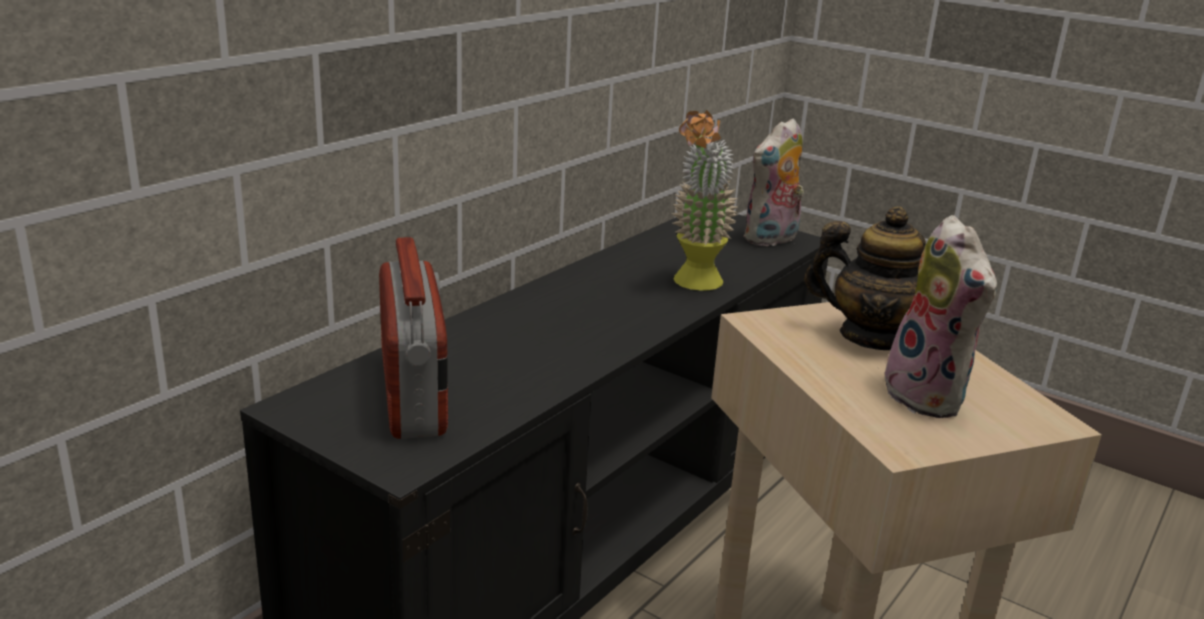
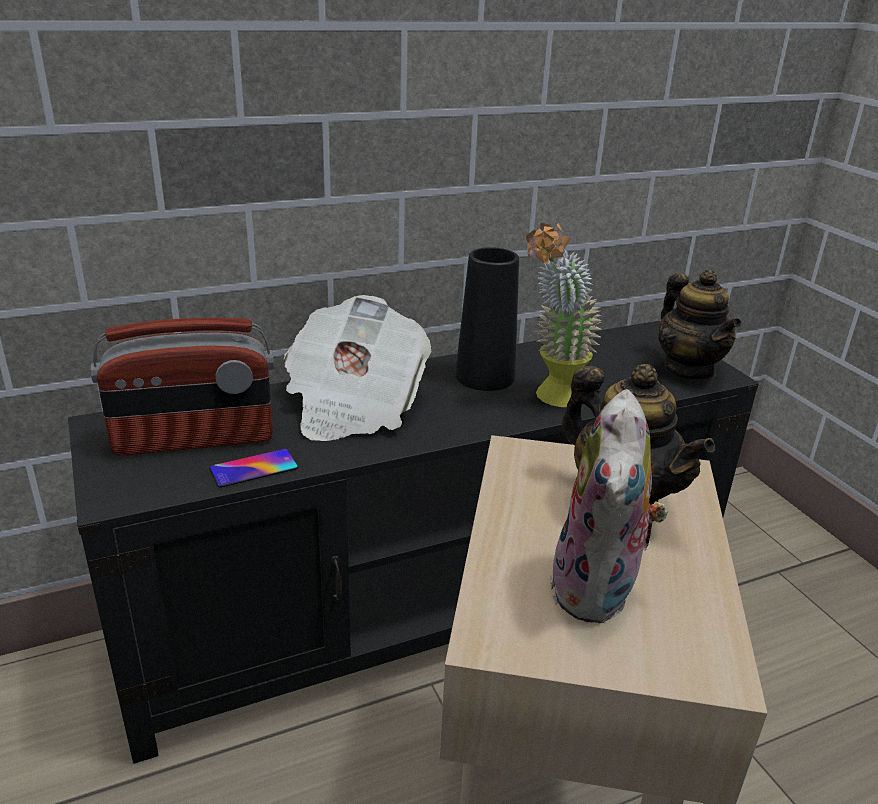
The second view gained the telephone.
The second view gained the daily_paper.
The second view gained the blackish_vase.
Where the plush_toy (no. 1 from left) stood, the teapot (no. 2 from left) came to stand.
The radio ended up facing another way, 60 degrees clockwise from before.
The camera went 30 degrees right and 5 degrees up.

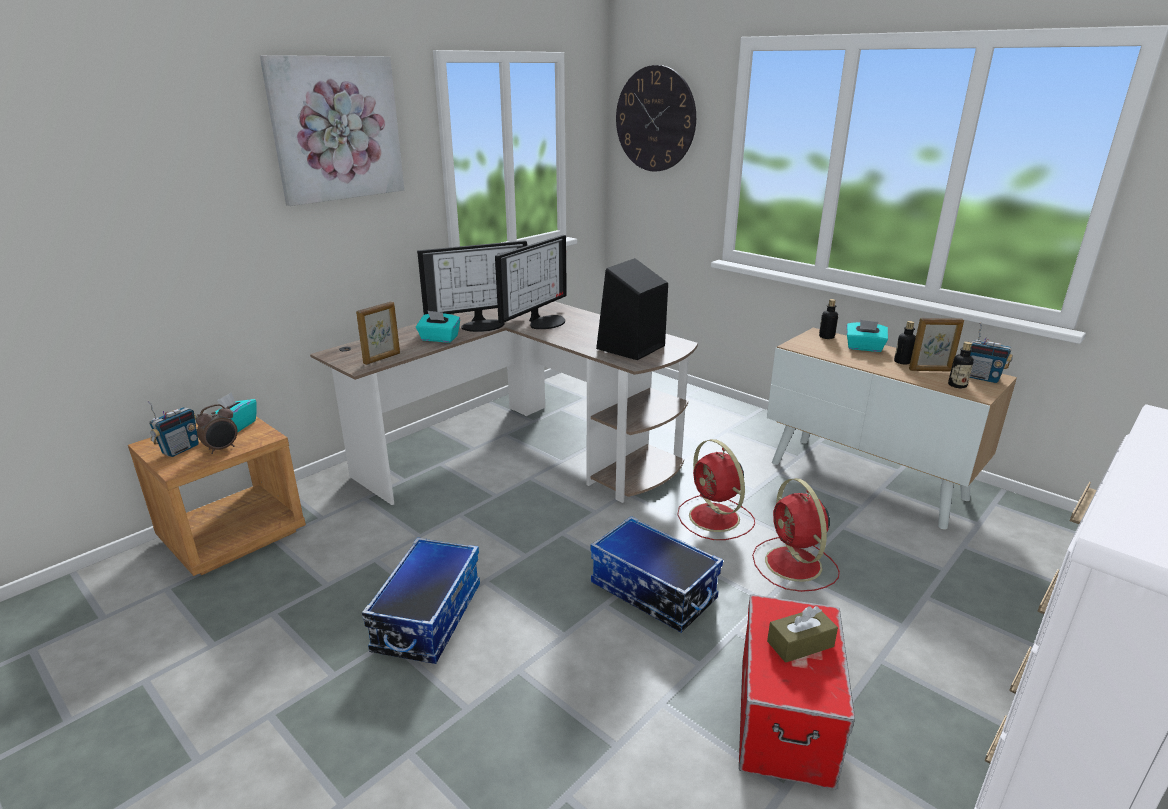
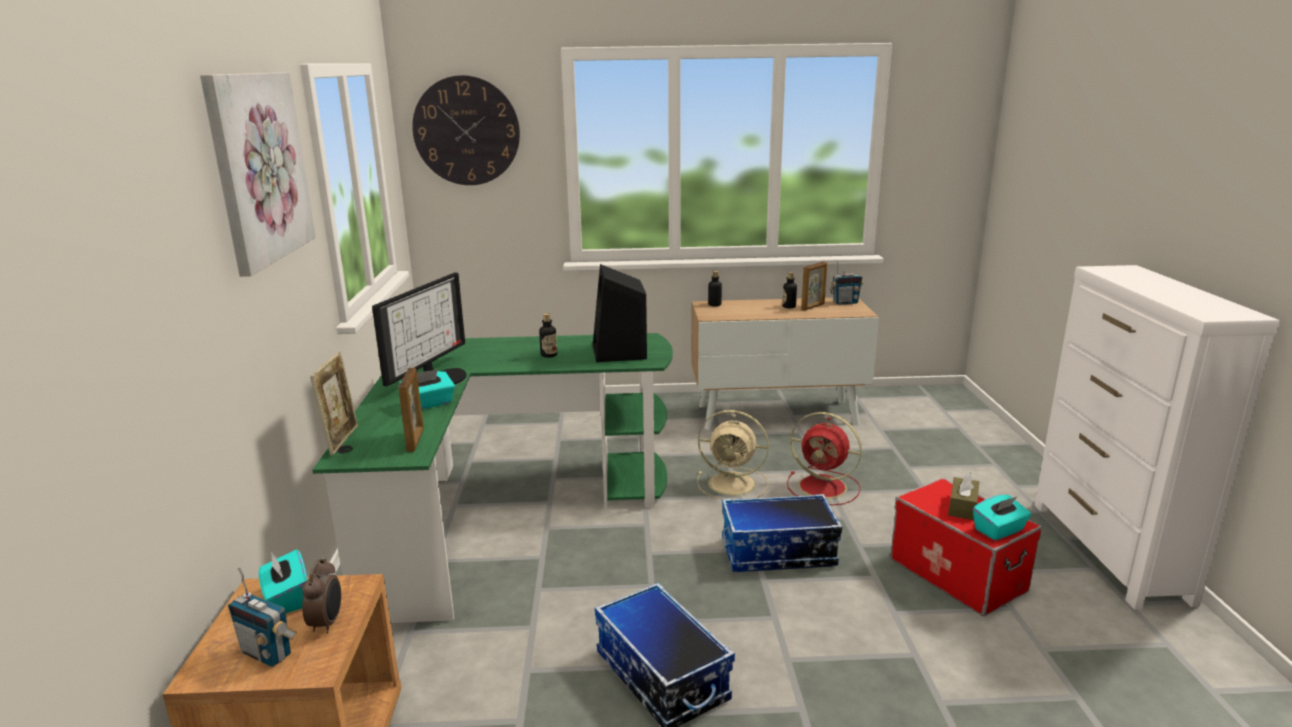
The second view lost the computer_display (no. 2 from left).
The second view gained the picture_frame (no. 1 from left).
The turquoise-coloured_tissue_holder (no. 3 from left) ended up elsewhere.
The bottle (no. 3 from left in the first image) ended up elsewhere.
What was the brown_desk turned into the greenish_desk.
What was the reddish_cooling_fan (no. 1 from left) turned into the beige-coloured_cooling_fan.
The radio (no. 1 from left) ended up facing another way, 135 degrees clockwise from before.
The camera went 45 degrees left and 5 degrees down.

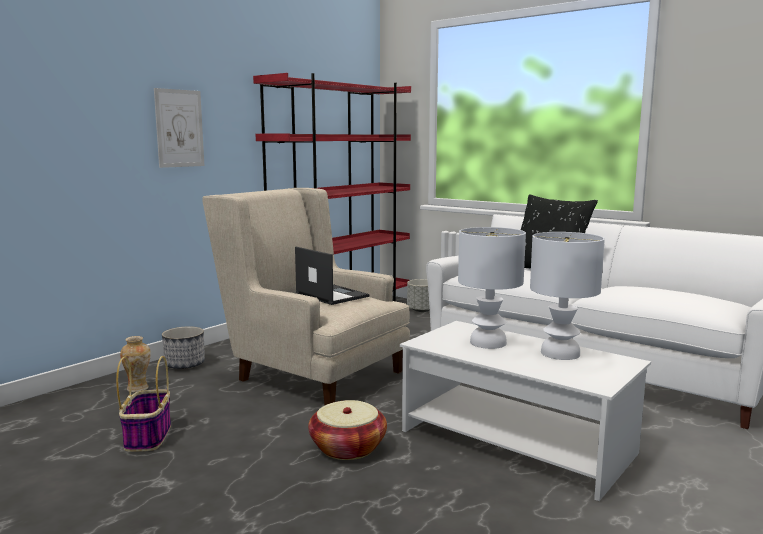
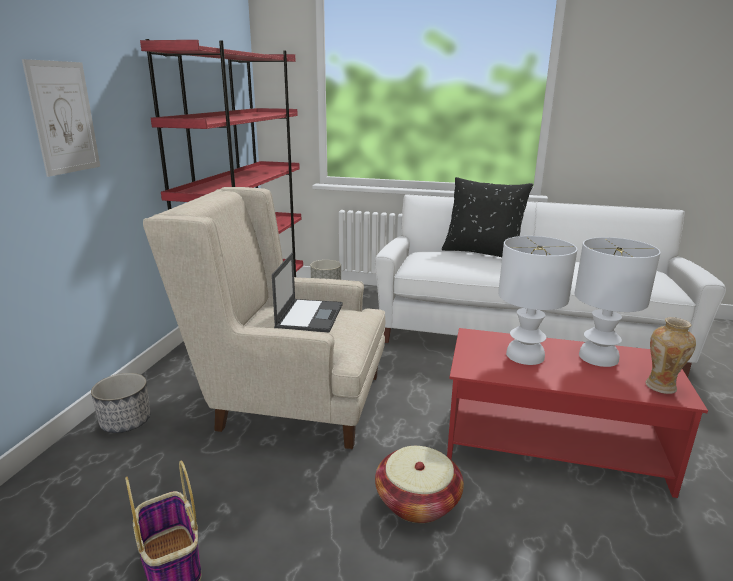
The vase ended up elsewhere.
What was the whitish_coffee_table turned into the reddish_coffee_table.
The portable_computer ended up facing another way, 75 degrees clockwise from before.
The camera went 25 degrees left and 10 degrees up.

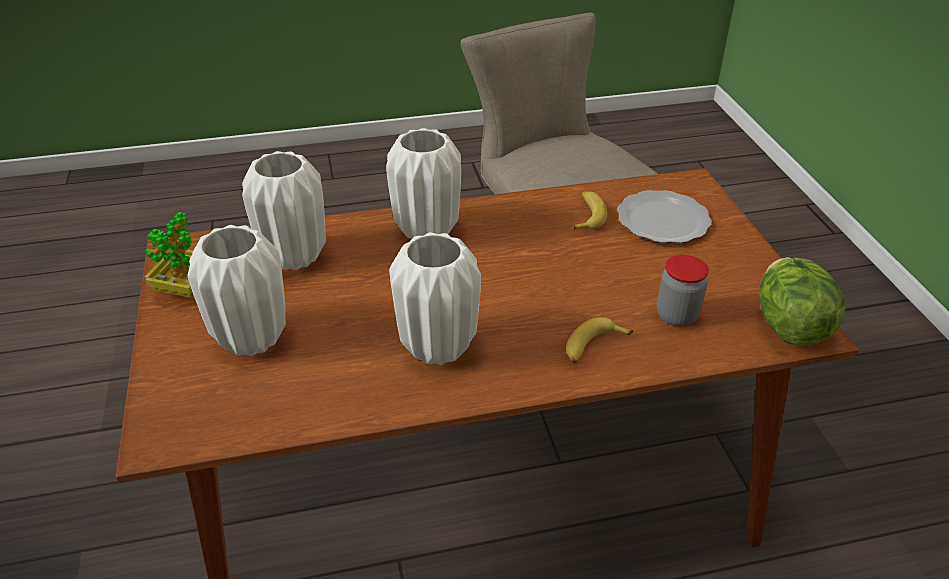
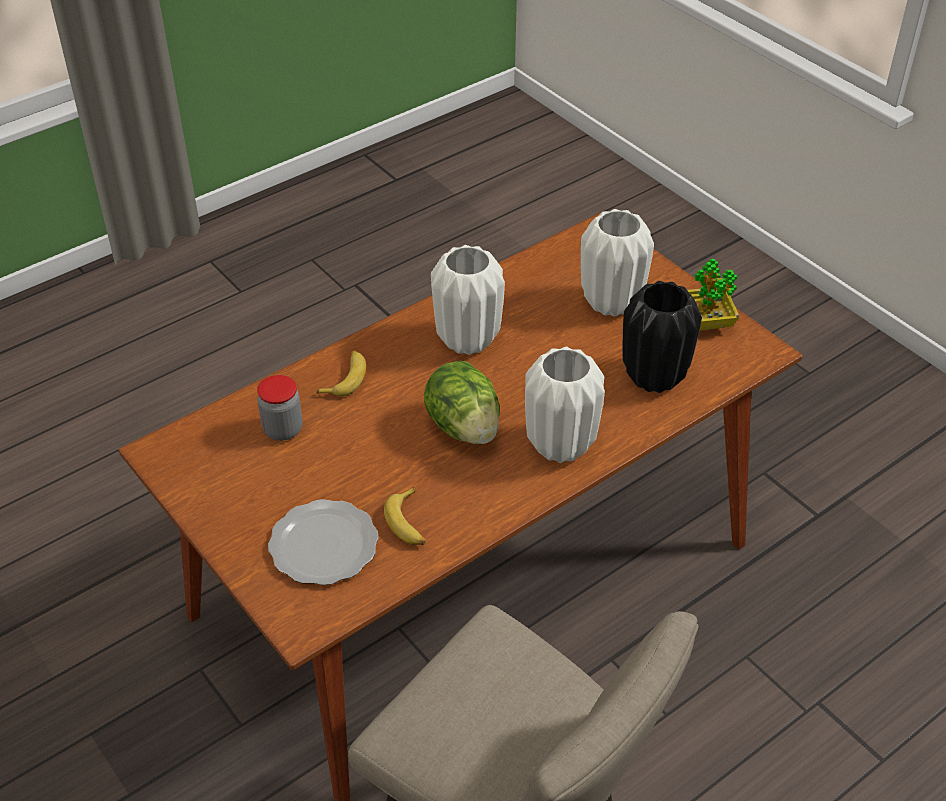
The lettuce ended up elsewhere.
What was the whitish_vase (no. 2 from left) turned into the blackish_vase.
The camera went 155 degrees right and 5 degrees up.

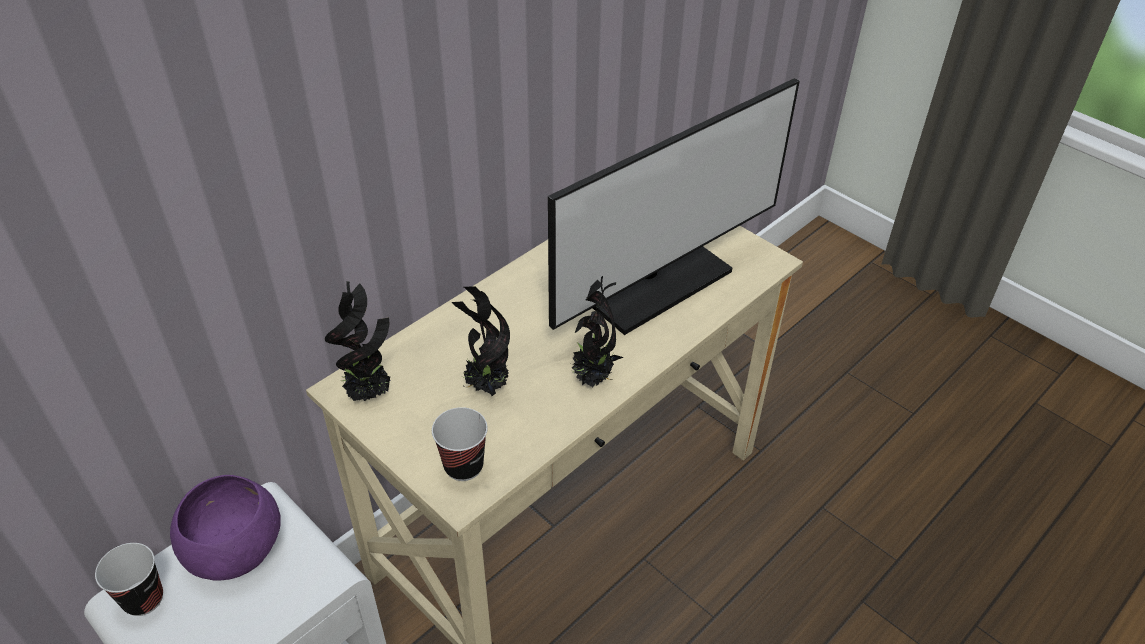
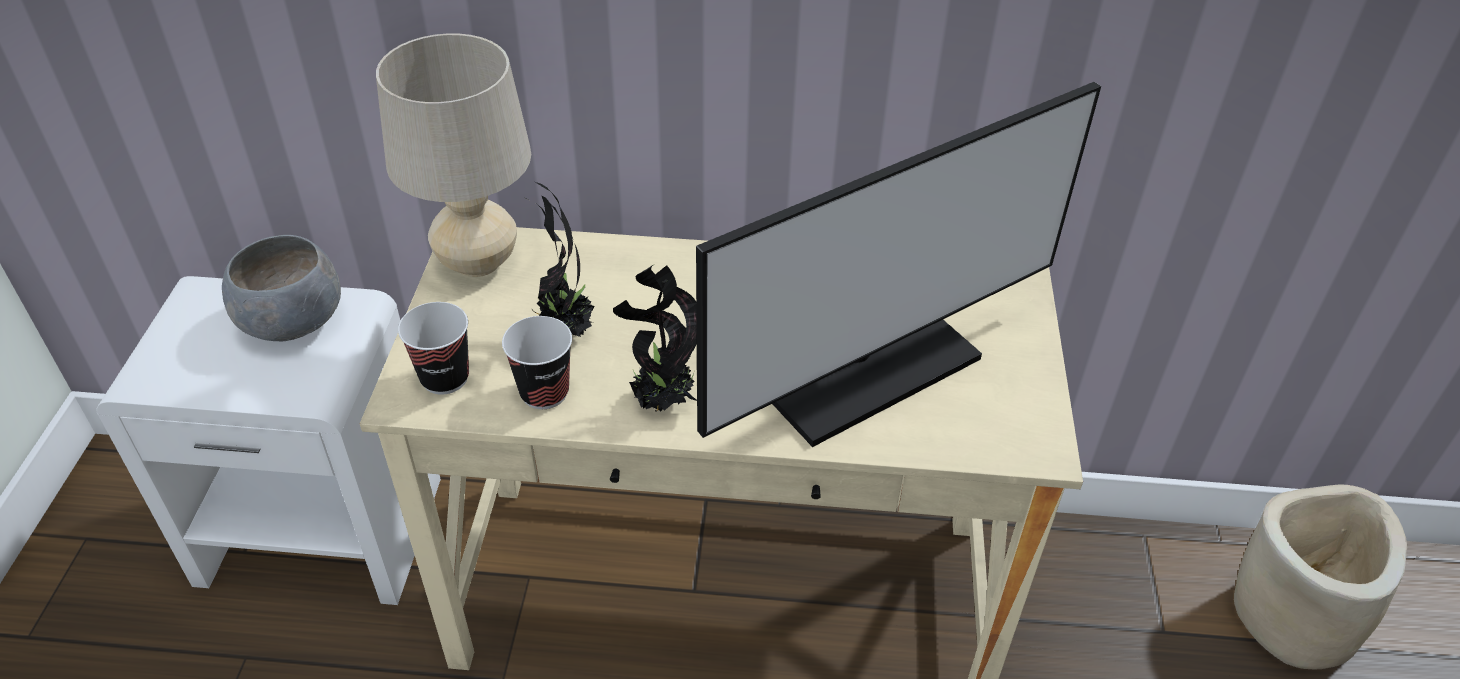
The second view gained the beige-coloured_flower_pot.
The small_cup (no. 1 from left in the first image) ended up elsewhere.
Where the potted_plant (no. 1 from left) stood, the beige-coloured_tabletop_lamp came to stand.
What was the purplish_deep_dish turned into the grey_deep_dish.
The computer_display ended up facing another way, 45 degrees counterclockwise from before.
The camera went 50 degrees right and 0 degrees up.

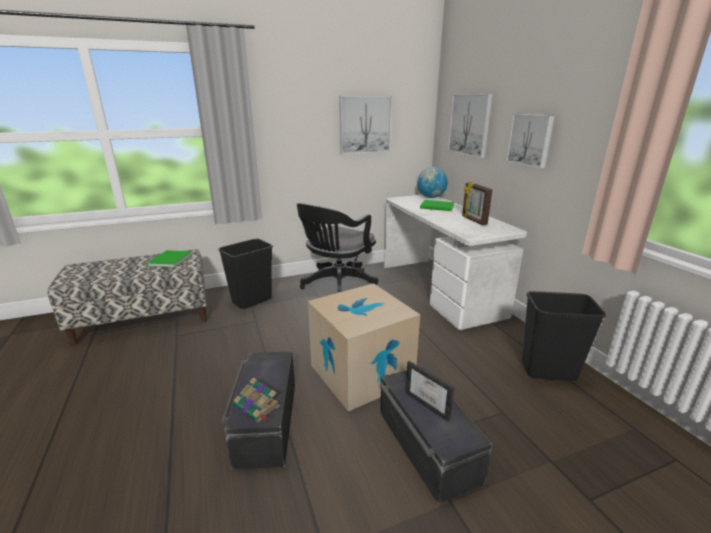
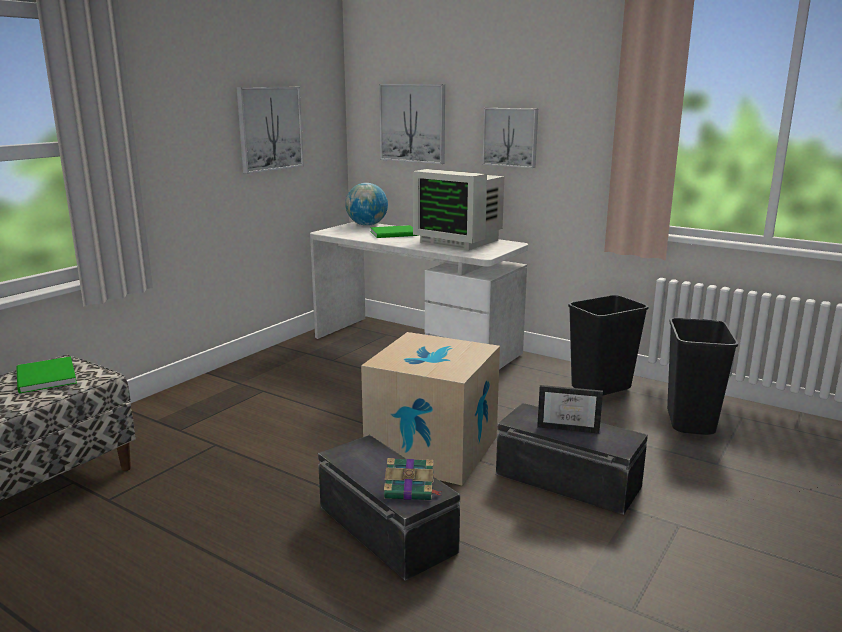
The second view lost the blackish_office_chair.
The blackish_trash_can (no. 1 from left in the first image) ended up elsewhere.
Where the picture_frame (no. 2 from left) stood, the computer_display came to stand.
The camera went 35 degrees left and 5 degrees down.

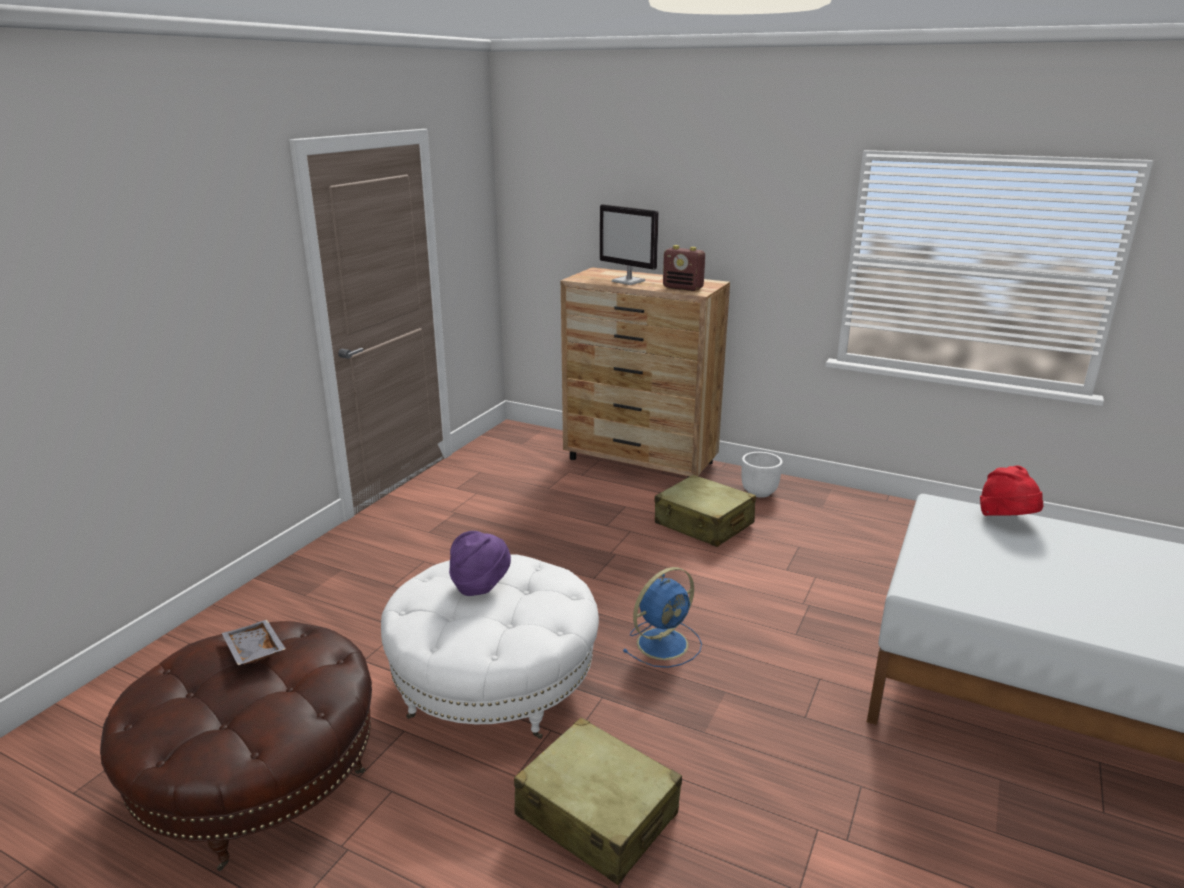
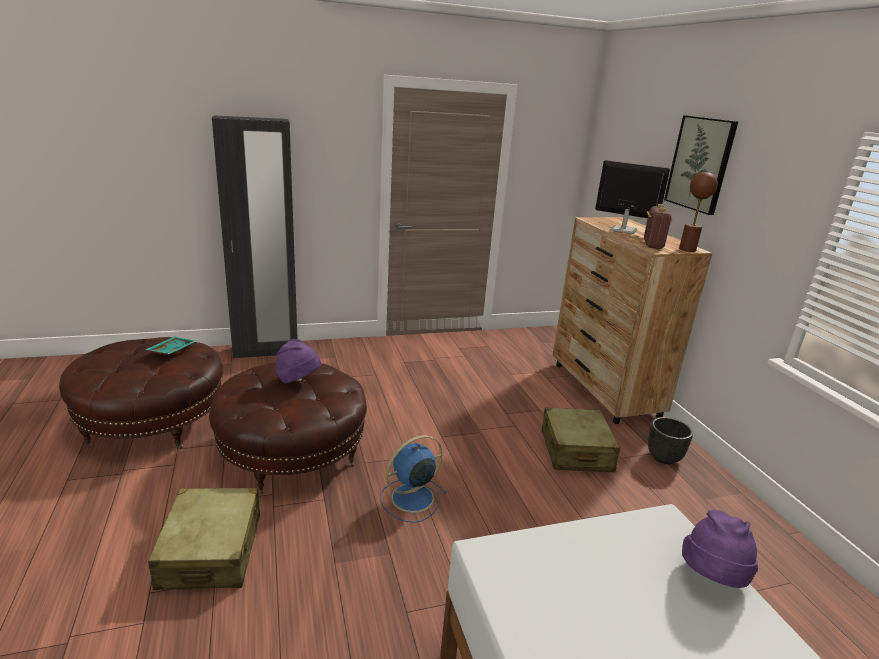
The second view gained the blackish_clothes_cupboard.
The second view gained the picture.
The second view gained the brown_tabletop_lamp.
What was the grey_tray turned into the turquoise-coloured_tray.
What was the whitish_footrest turned into the brown_footrest (no. 2 from left).
What was the whitish_flower_pot turned into the blackish_flower_pot.
What was the reddish_clothing_hat turned into the purplish_clothing_hat (no. 2 from left).
The computer_display ended up facing another way, 120 degrees clockwise from before.
The bluish_cooling_fan ended up facing another way, 135 degrees clockwise from before.
The radio ended up facing another way, 150 degrees counterclockwise from before.
The camera went 45 degrees right and 0 degrees up.

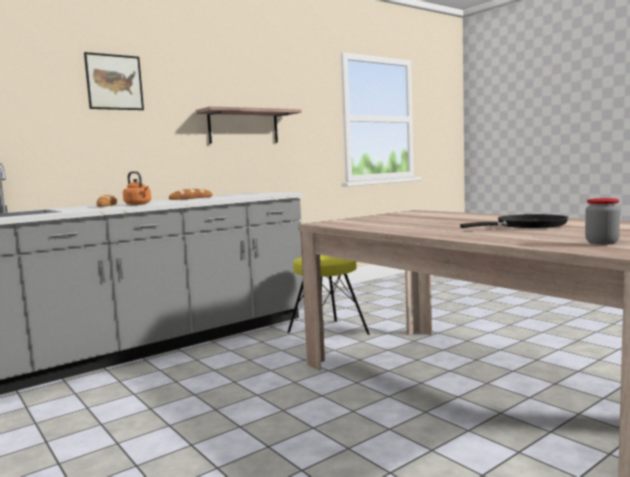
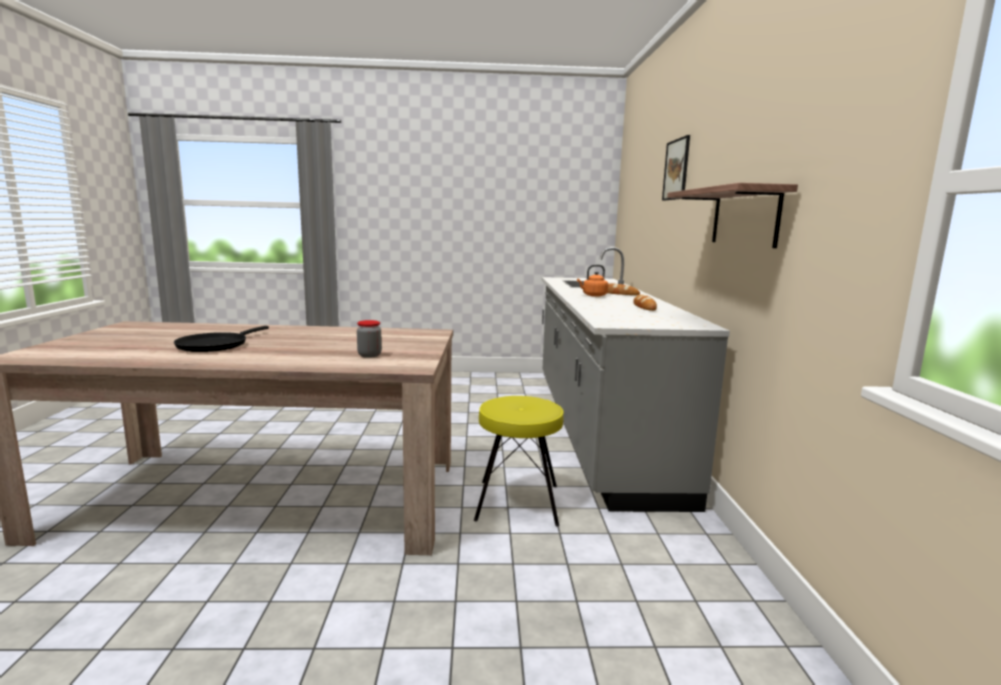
The jar ended up elsewhere.
The camera went 125 degrees right and 5 degrees up.

